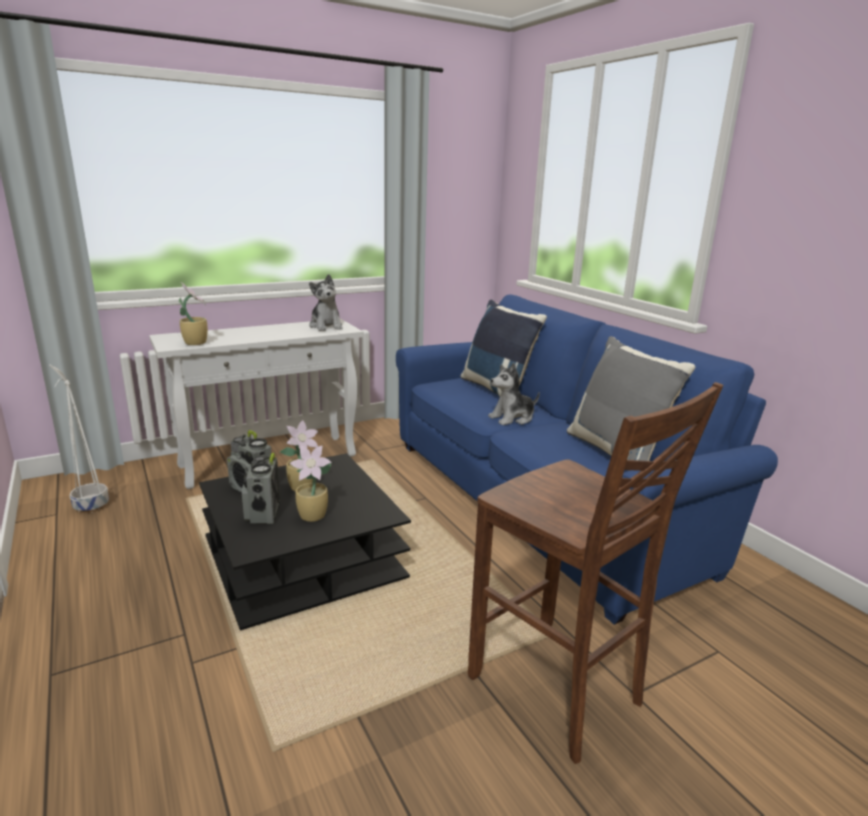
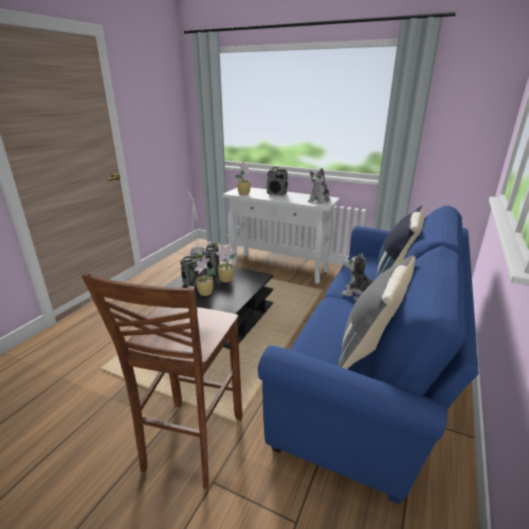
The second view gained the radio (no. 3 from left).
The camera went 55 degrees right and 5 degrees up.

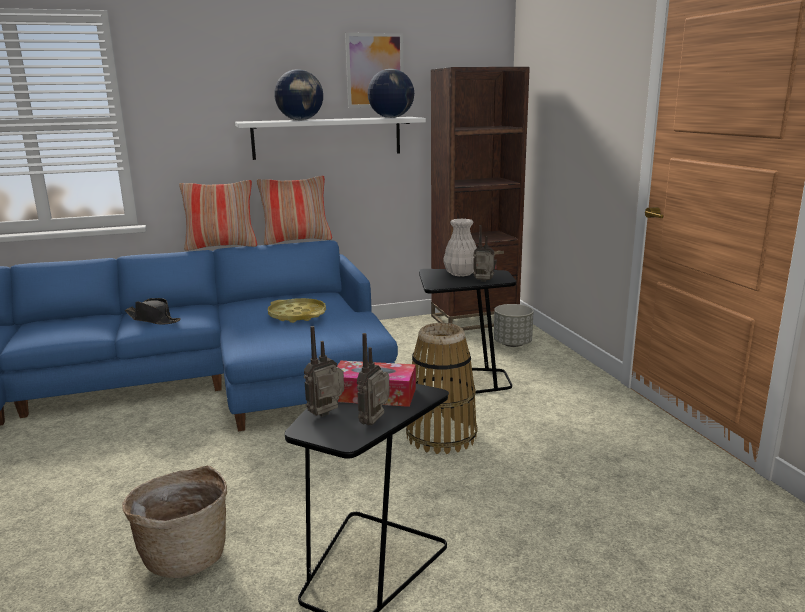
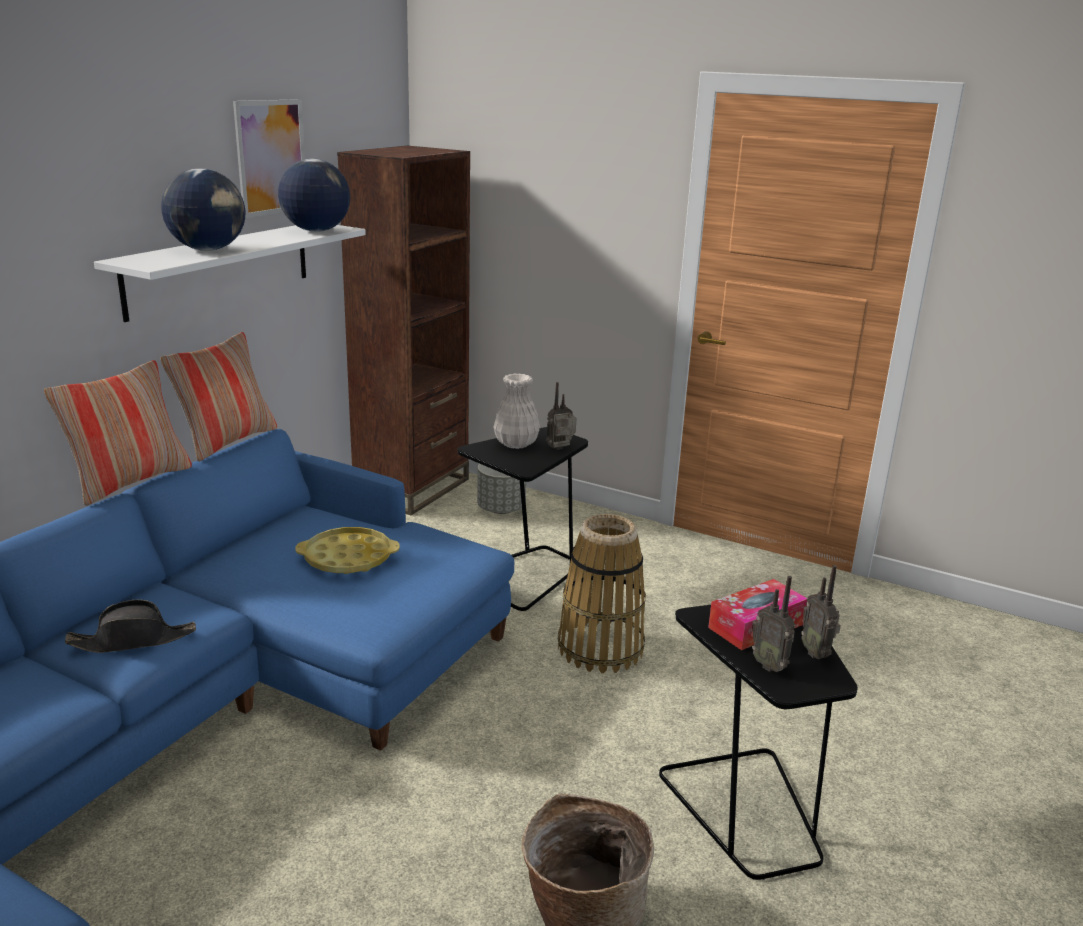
The radio (no. 1 from left in the first image) ended up facing another way, 45 degrees counterclockwise from before.
The camera went 45 degrees left and 5 degrees up.

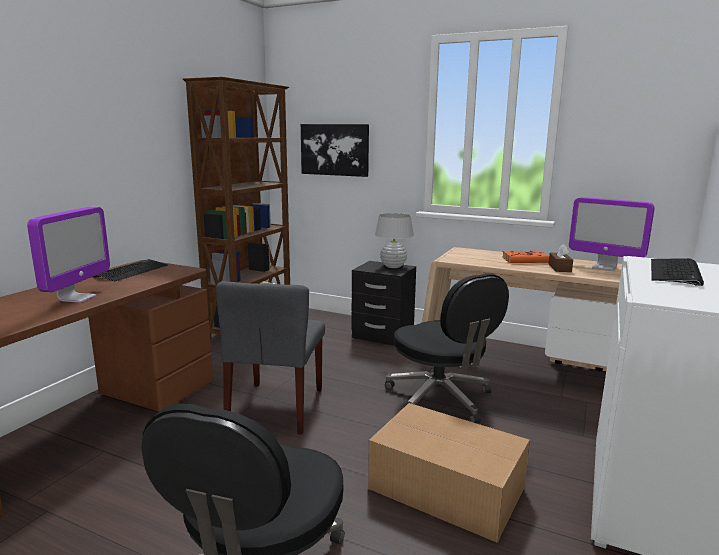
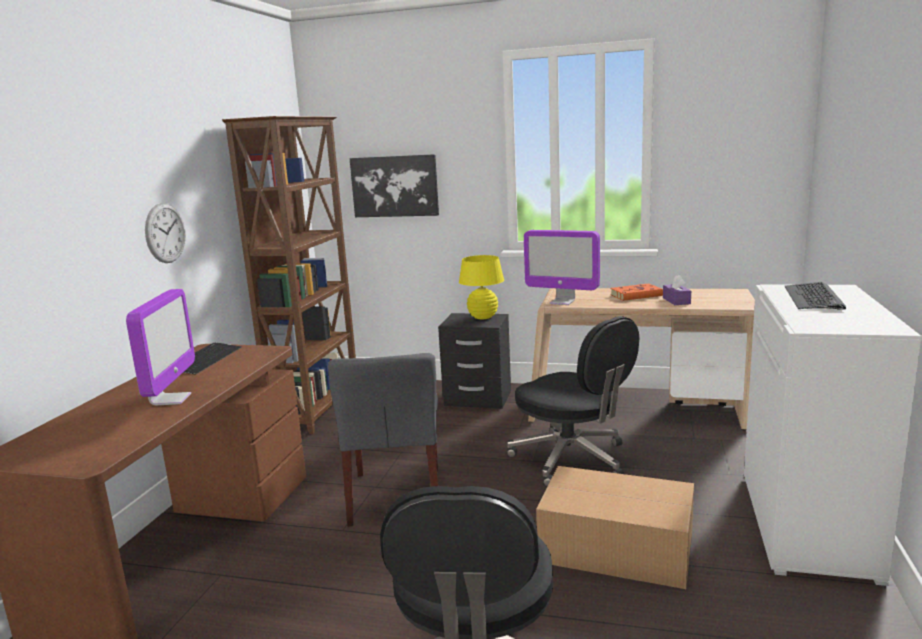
The second view gained the hanging_clock.
The computer_display (no. 2 from left) ended up elsewhere.
What was the whitish_tabletop_lamp turned into the yellow-coloured_tabletop_lamp.
What was the brown_tissue_holder turned into the purplish_tissue_holder.
The camera went 10 degrees left and 0 degrees up.

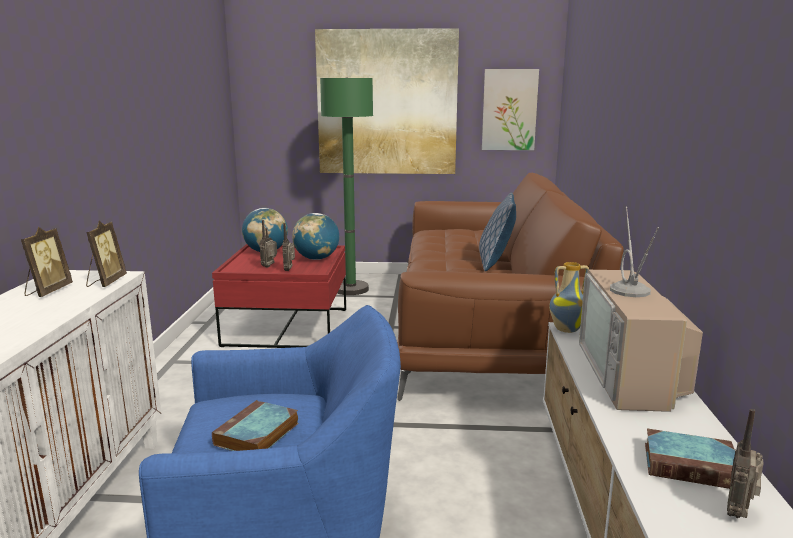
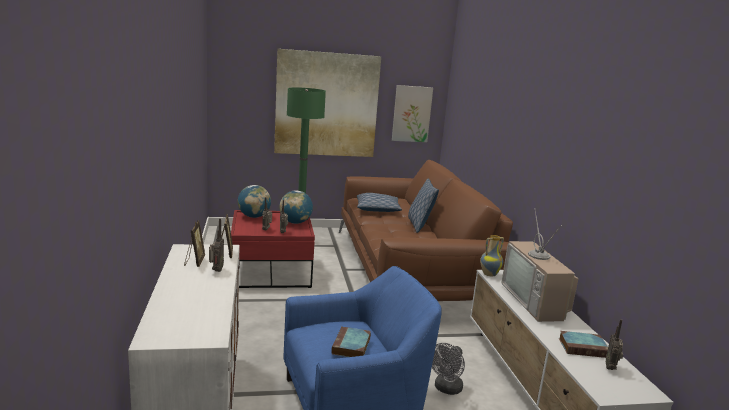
The second view gained the radio (no. 1 from left).
The second view gained the cushion (no. 1 from left).
The second view gained the grey_cooling_fan.
The camera went 15 degrees left and 0 degrees up.

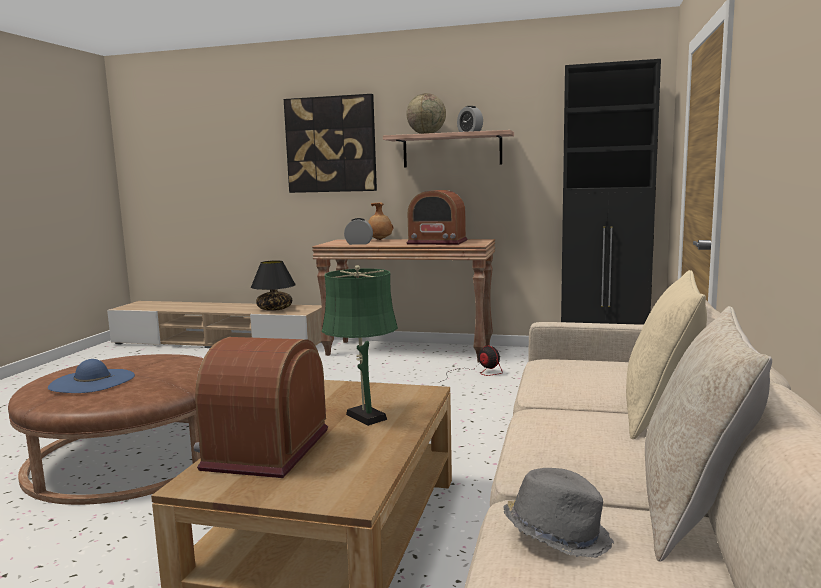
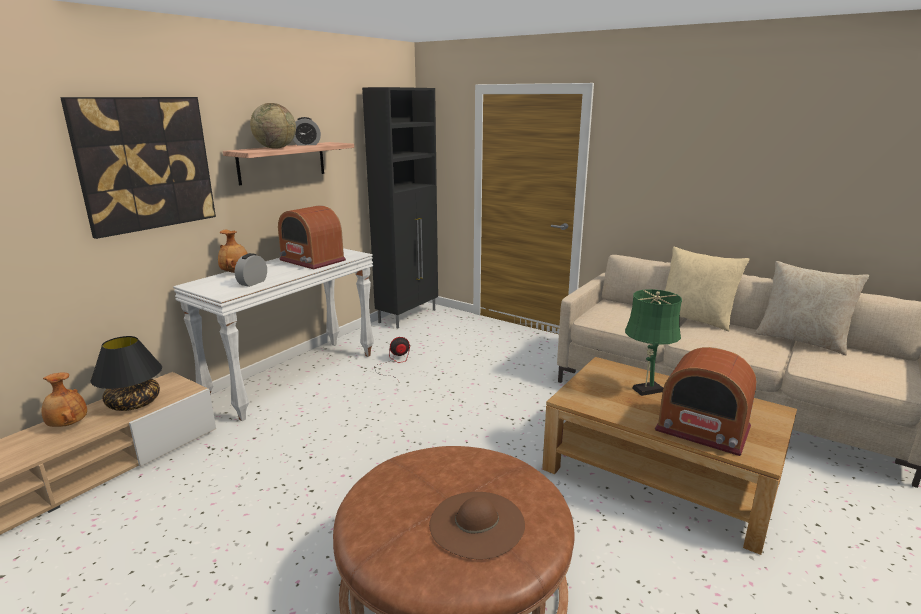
The second view lost the grey_clothing_hat.
The second view gained the brown_vase (no. 1 from left).
What was the bluish_clothing_hat turned into the brown_clothing_hat.
What was the brown_hall_table turned into the whitish_hall_table.
The radio (no. 2 from left in the first image) ended up facing another way, 90 degrees clockwise from before.
The camera went 70 degrees left and 10 degrees up.

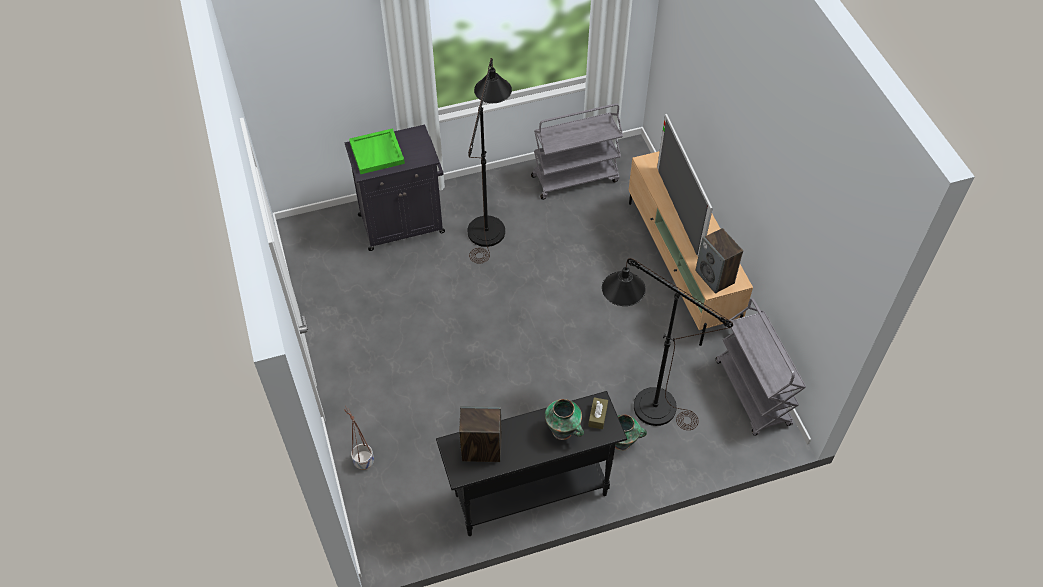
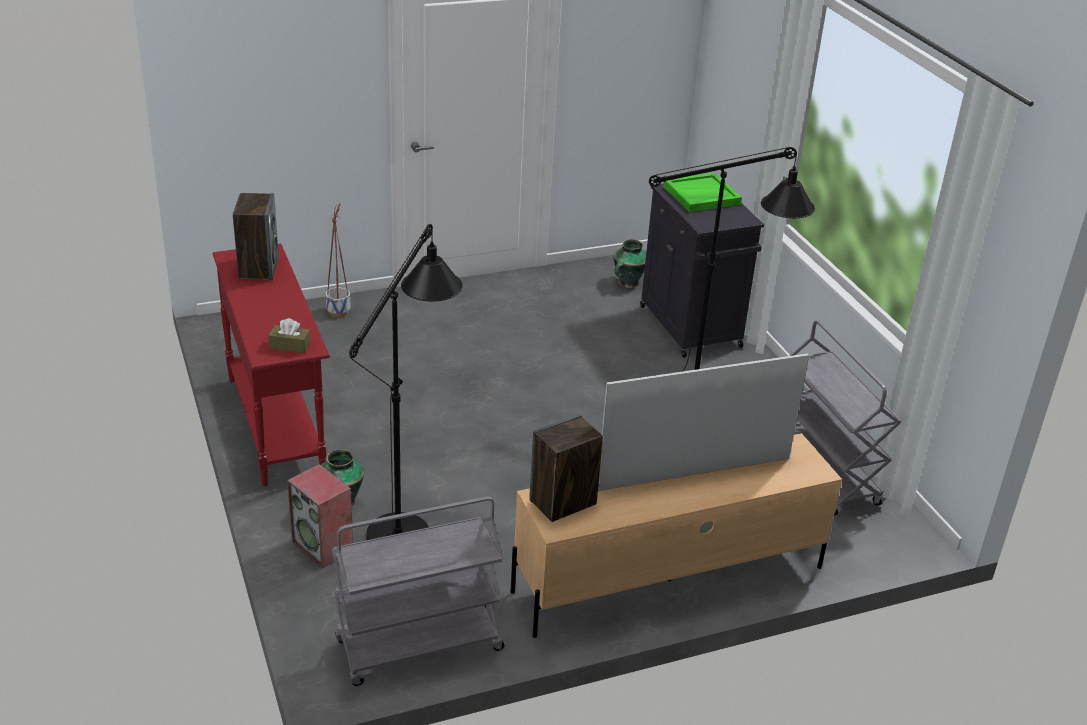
The second view gained the speaker (no. 2 from left).
The vase (no. 1 from left in the first image) ended up elsewhere.
What was the blackish_hall_table turned into the reddish_hall_table.
The camera went 85 degrees right and 20 degrees down.

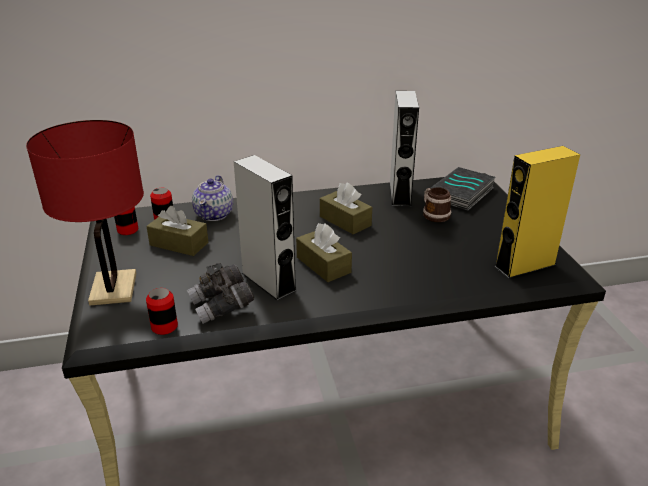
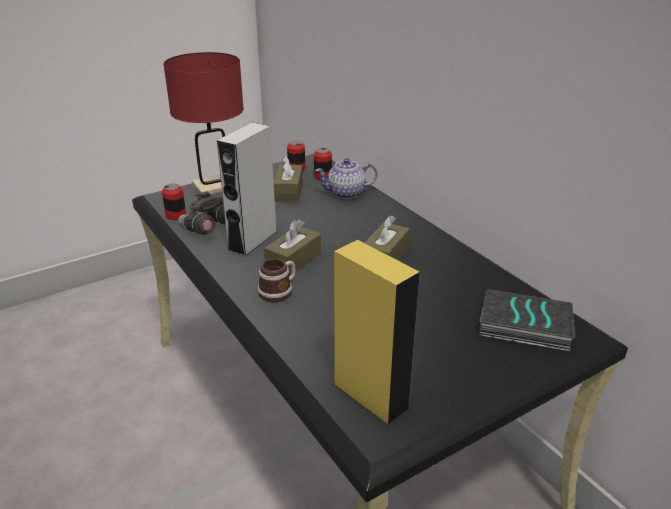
The second view lost the grey_speaker (no. 2 from left).
The tea_mug ended up elsewhere.
The camera went 70 degrees right and 0 degrees up.

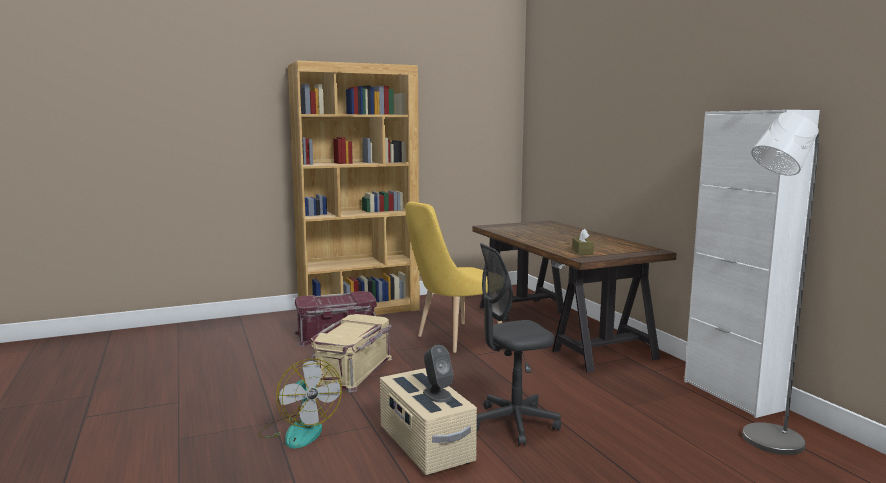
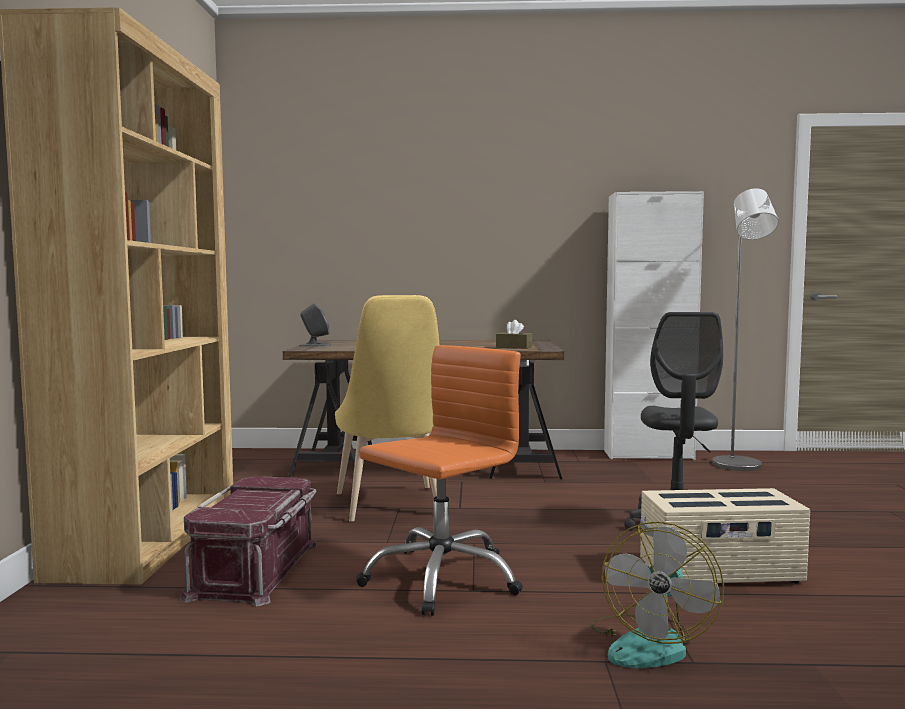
The grey_speaker ended up elsewhere.
Where the beige-coloured_storage_container (no. 1 from left) stood, the orange-coloured_office_chair came to stand.
The cooling_fan ended up facing another way, 120 degrees clockwise from before.
The camera went 65 degrees left and 5 degrees down.

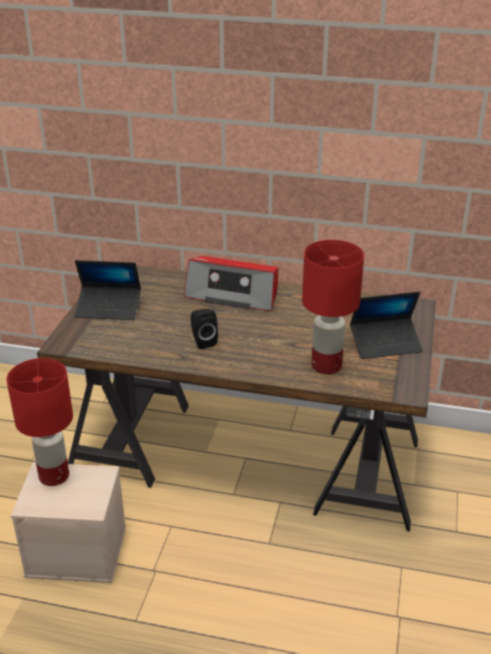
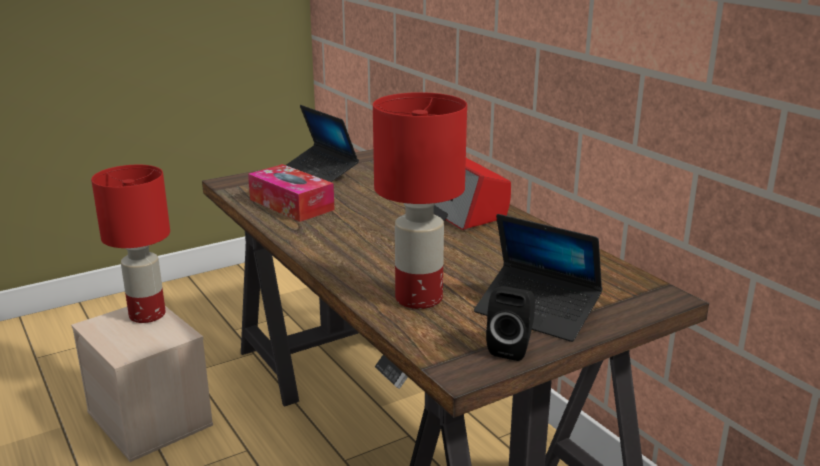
The second view gained the tissue_holder.
The blackish_speaker ended up elsewhere.
The camera went 45 degrees right and 10 degrees down.

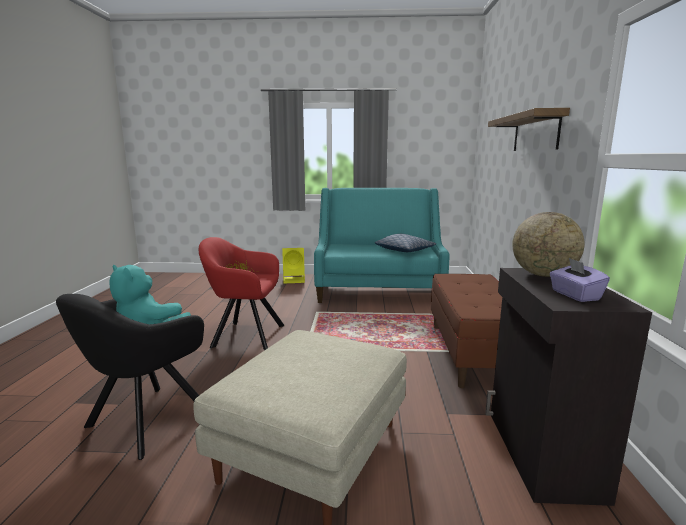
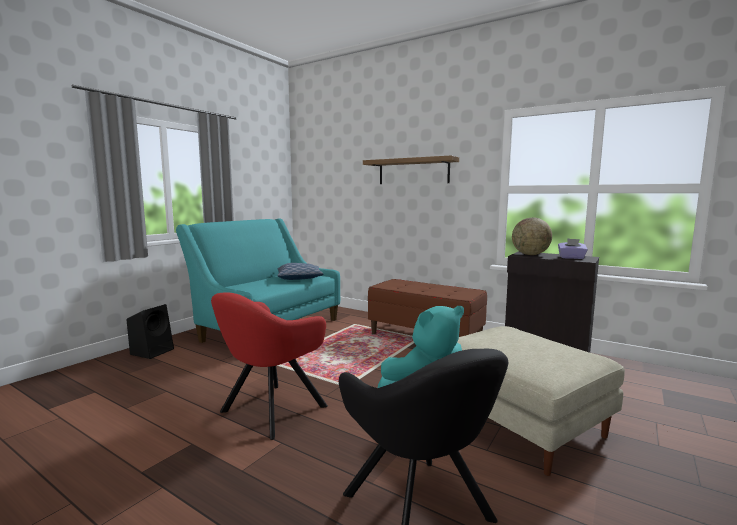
What was the yellow-coloured_speaker turned into the blackish_speaker.
The camera went 60 degrees left and 5 degrees down.

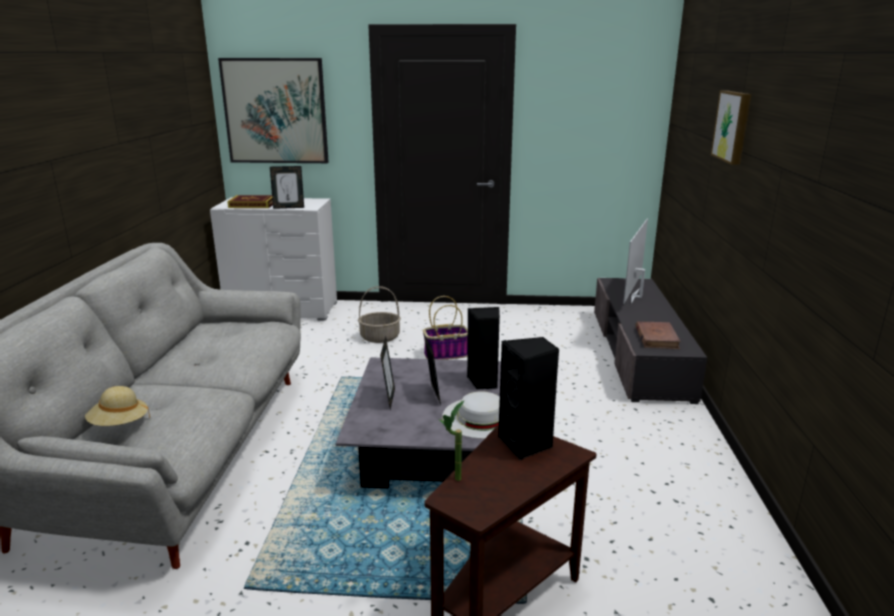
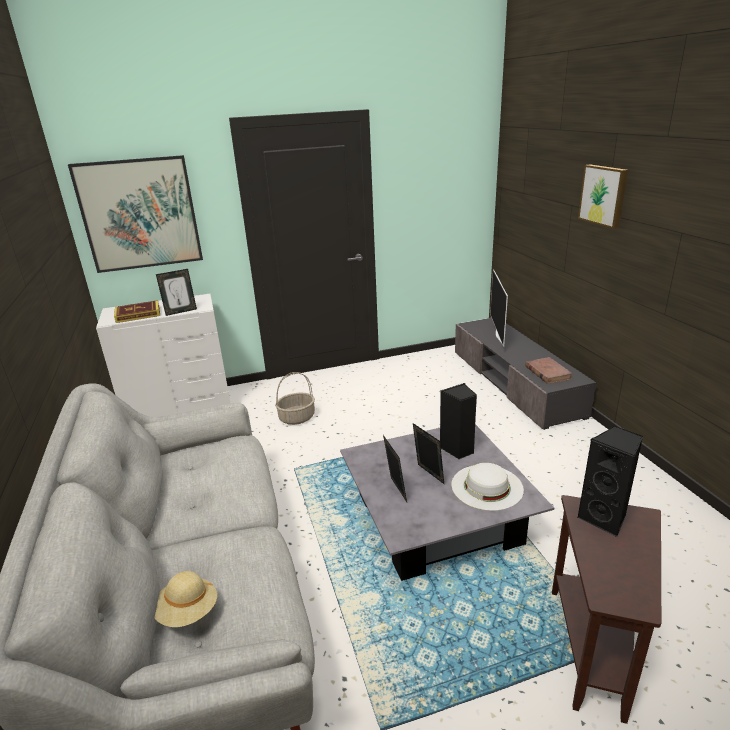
The second view lost the basket (no. 2 from left).
The second view lost the potted_plant.
The camera went 20 degrees left and 5 degrees up.

